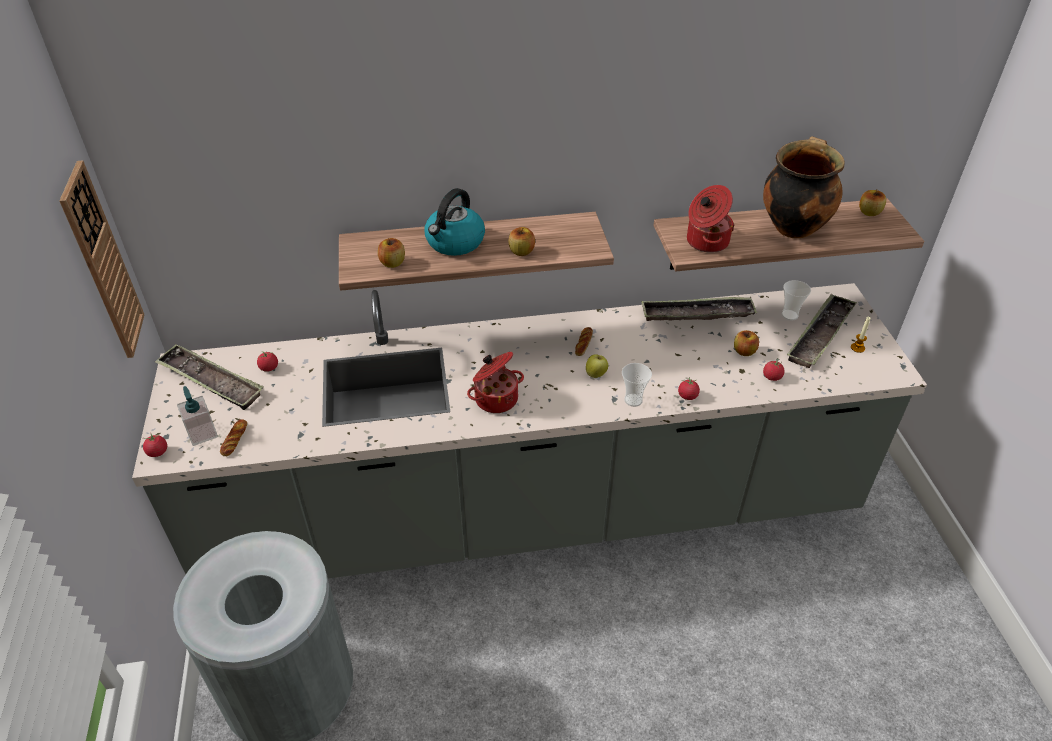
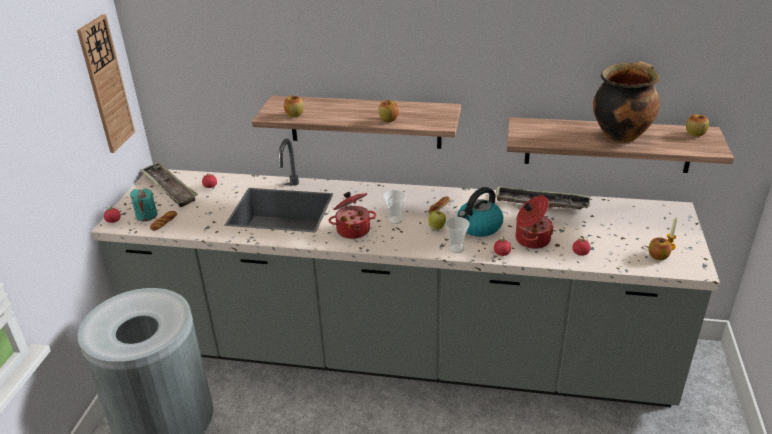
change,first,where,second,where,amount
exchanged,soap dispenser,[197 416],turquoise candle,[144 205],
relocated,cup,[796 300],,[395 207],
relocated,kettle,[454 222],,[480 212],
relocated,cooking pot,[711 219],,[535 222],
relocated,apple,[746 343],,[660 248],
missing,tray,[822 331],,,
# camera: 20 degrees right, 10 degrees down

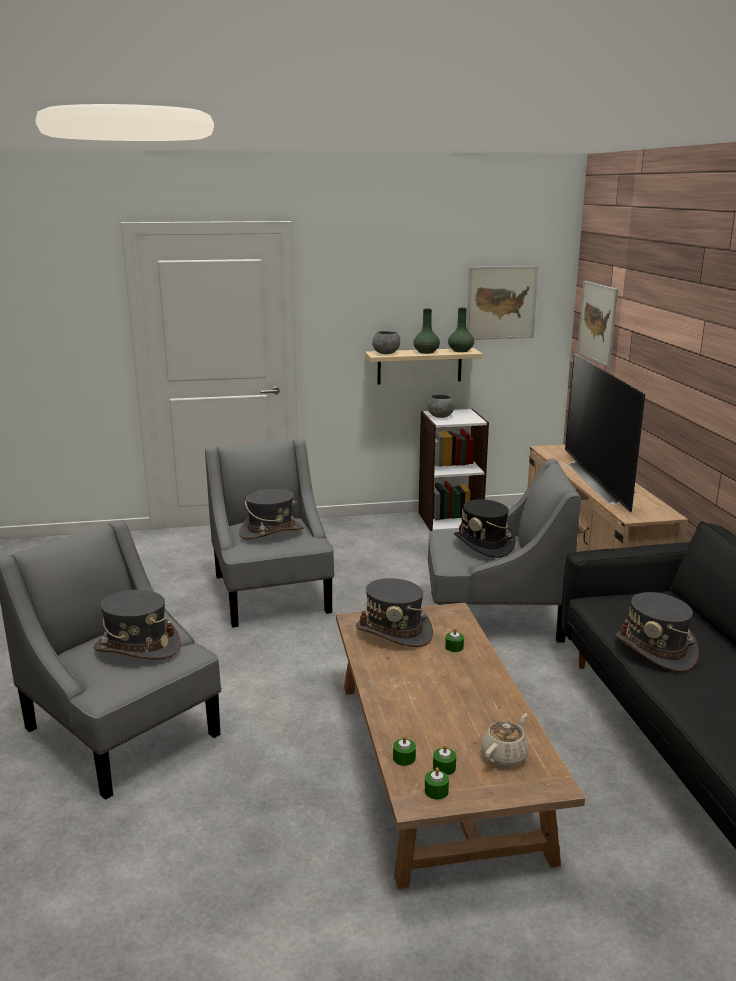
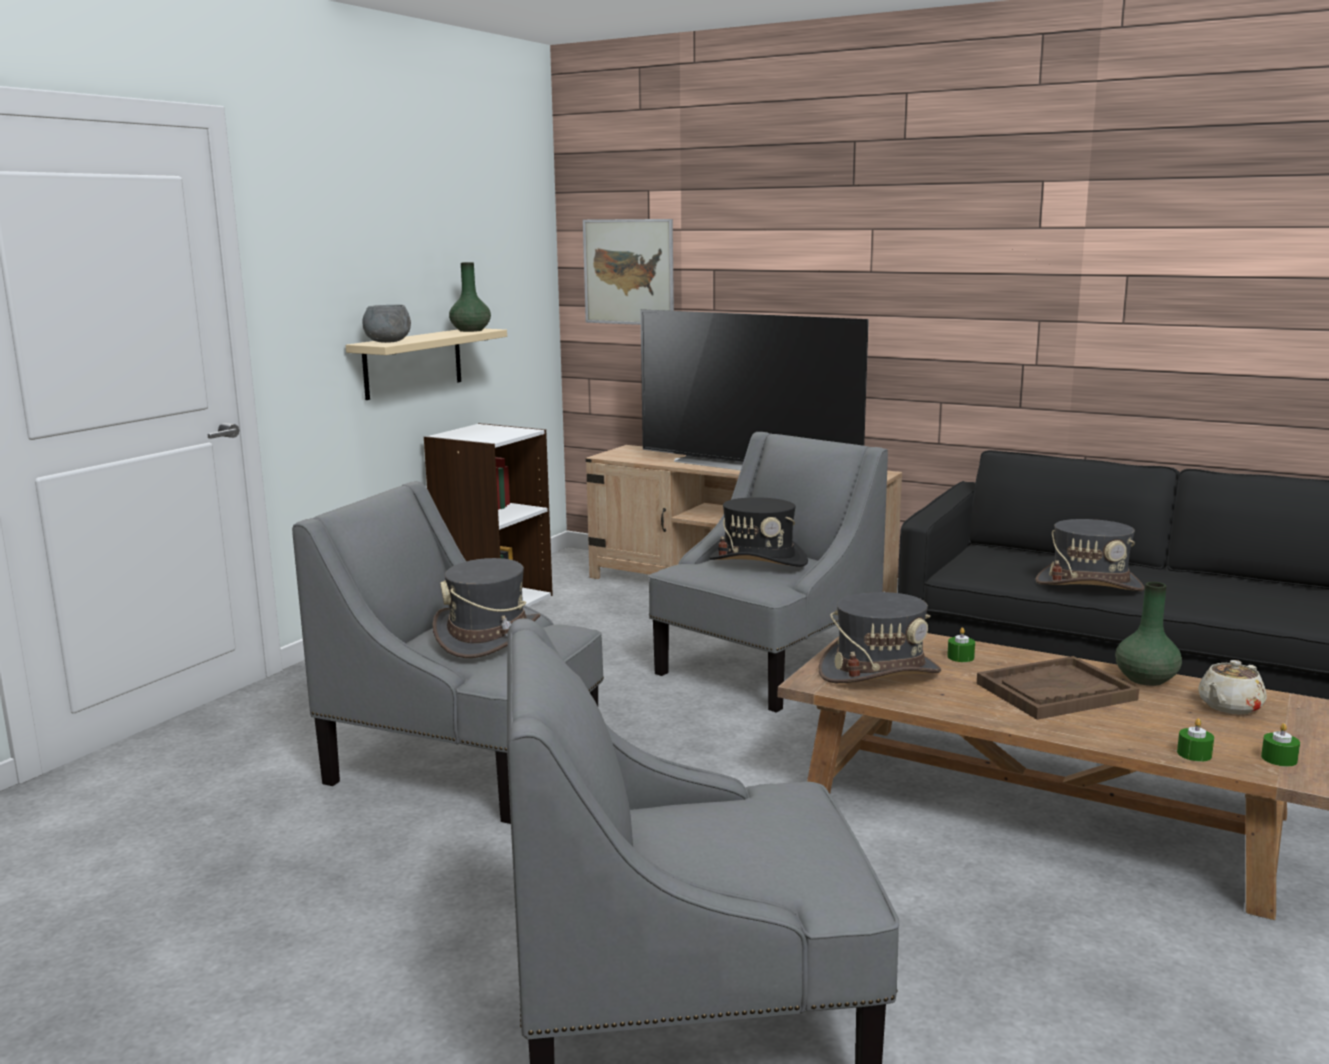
change,first,where,second,where,amount
appeared,,,brown tray,[1058 688],
relocated,green vase,[426 331],,[1148 634],
spun,beige teapot,[505 740],,[1232 687],120 degrees counterclockwise
missing,grey hat,[137 625],,,
missing,grey bowl,[441 406],,,
missing,green candle,[444 760],,,
missing,picture,[502 303],,,
# camera: 50 degrees left, 5 degrees down

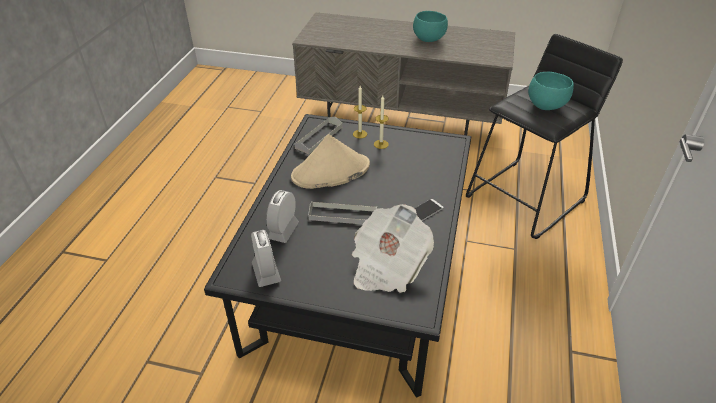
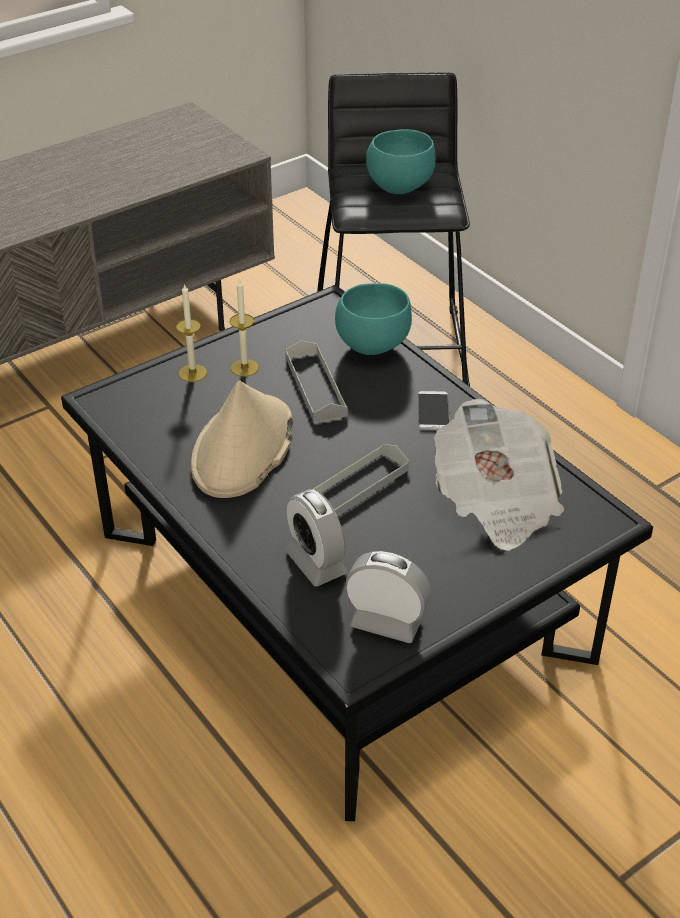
change,first,where,second,where,amount
relocated,grey tray,[318 135],,[316 381],
relocated,turquoise bowl,[430 26],,[373 319],
# camera: 50 degrees left, 0 degrees up

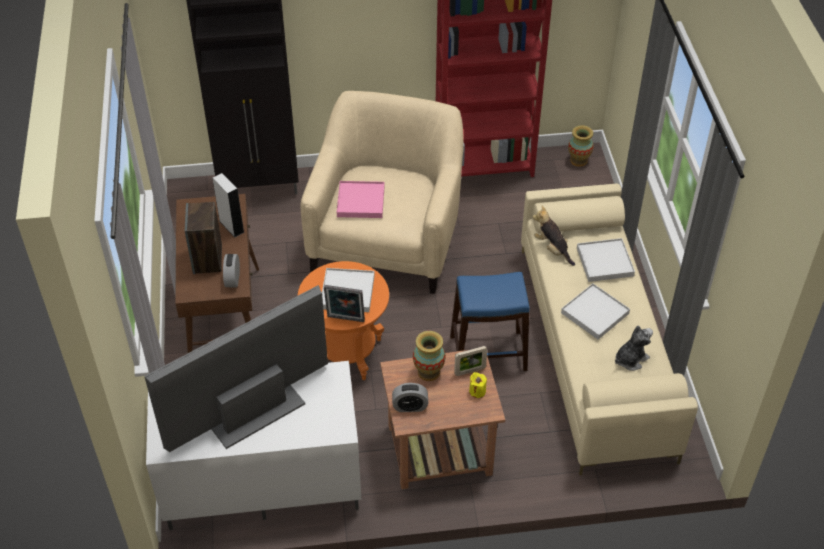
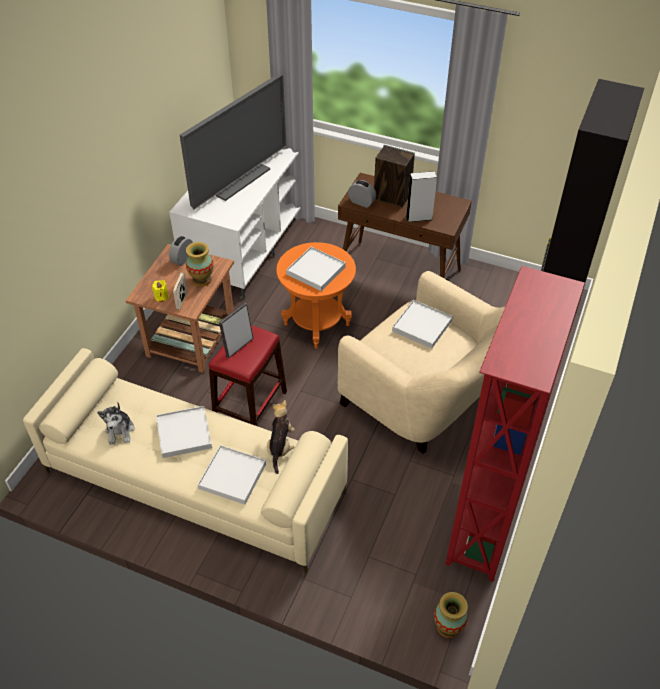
change,first,where,second,where,amount
spun,television,[236 368],,[233 142],45 degrees clockwise
colour,blue stool,[490 321],red stool,[248 375],
relocated,picture frame,[344 303],,[236 330],
spun,plush toy,[554 236],,[281 437],75 degrees counterclockwise
colour,pink tray,[361 199],white tray,[422 324],
# camera: 120 degrees right, 0 degrees up

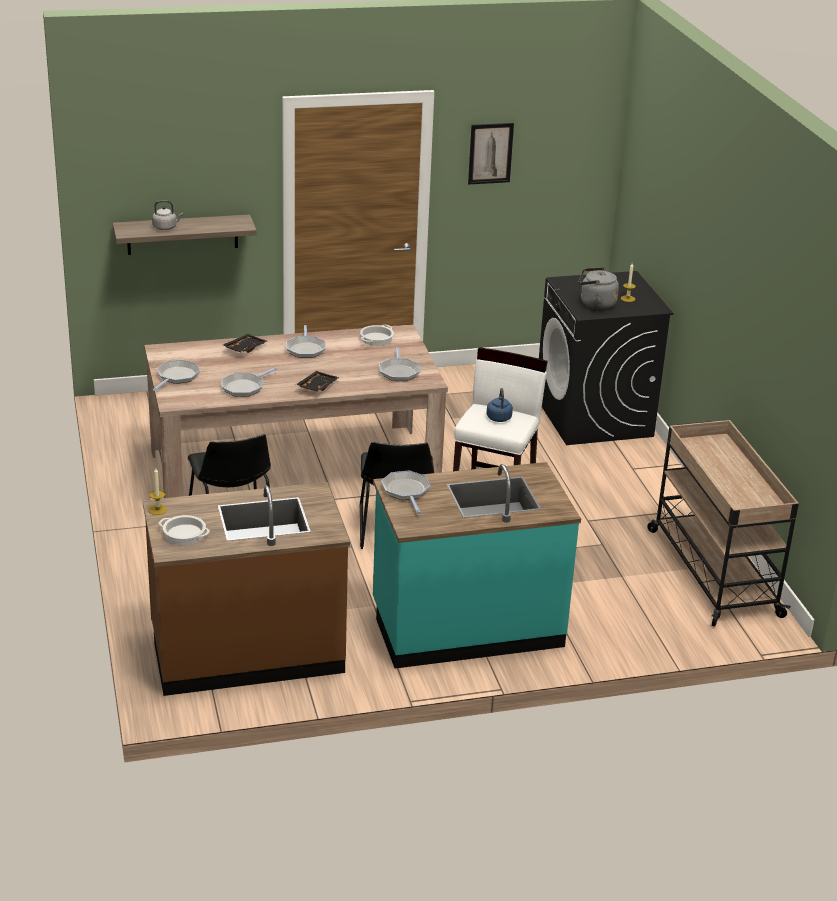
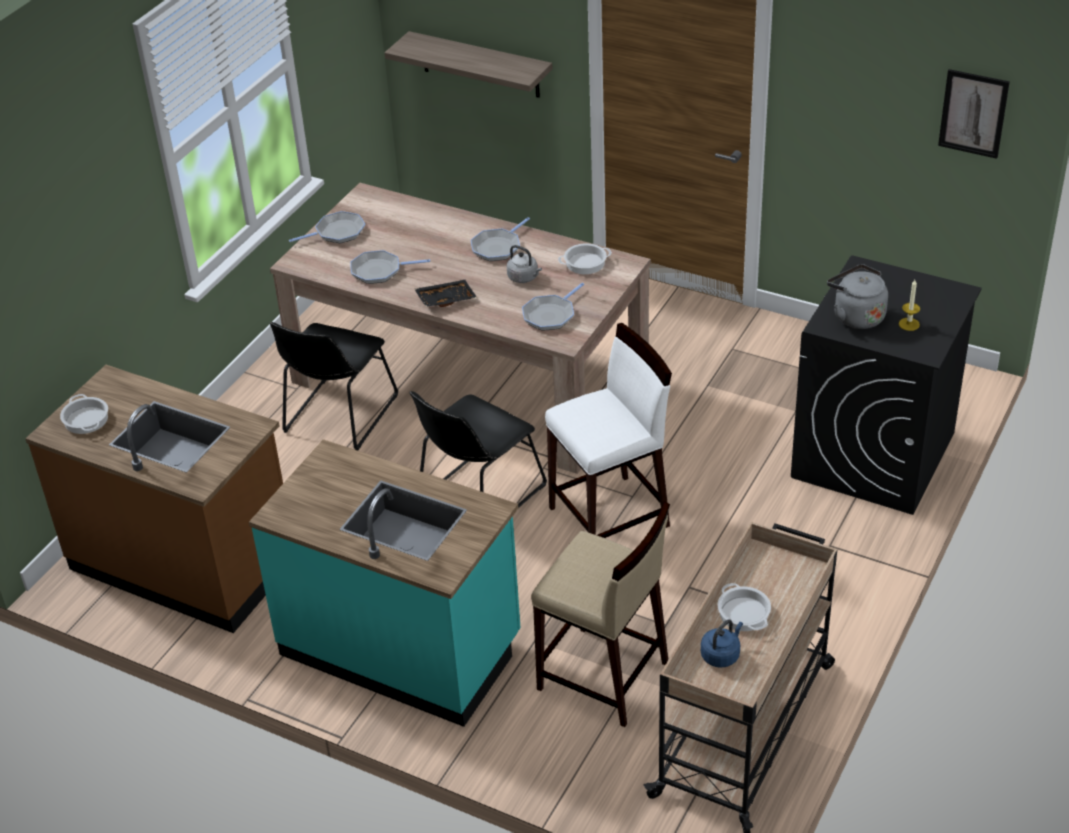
change,first,where,second,where,amount
relocated,grey kettle,[167 215],,[524 264],
appeared,,,beige stool,[600 614],
relocated,blue kettle,[500 405],,[722 643],
appeared,,,cooking pot,[744 607],
relocated,picture,[491 153],,[974 114],
missing,candle,[158 491],,,
missing,black tray,[245 343],,,
missing,frying pan,[405 492],,,
# camera: 45 degrees right, 10 degrees up

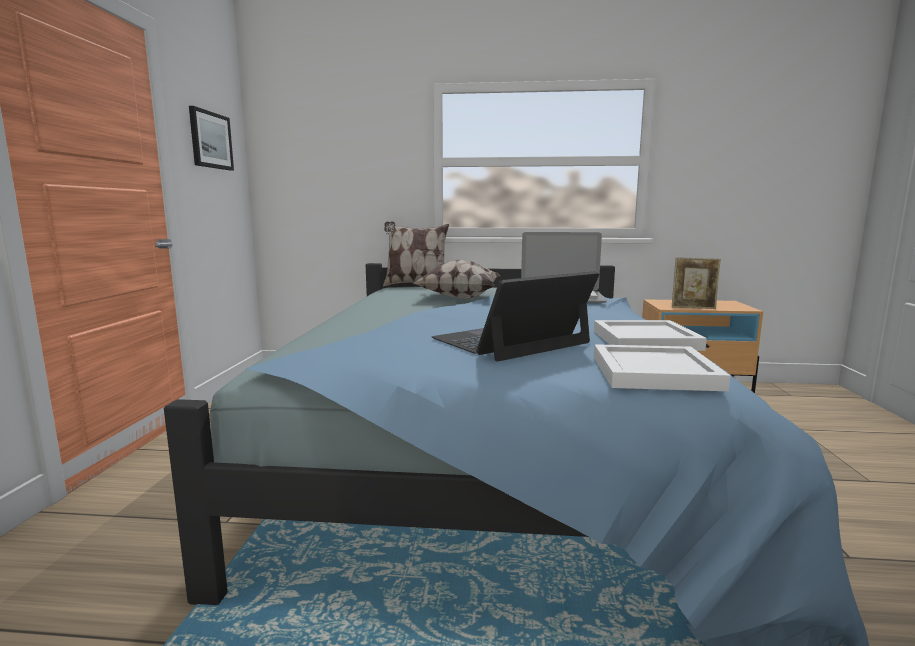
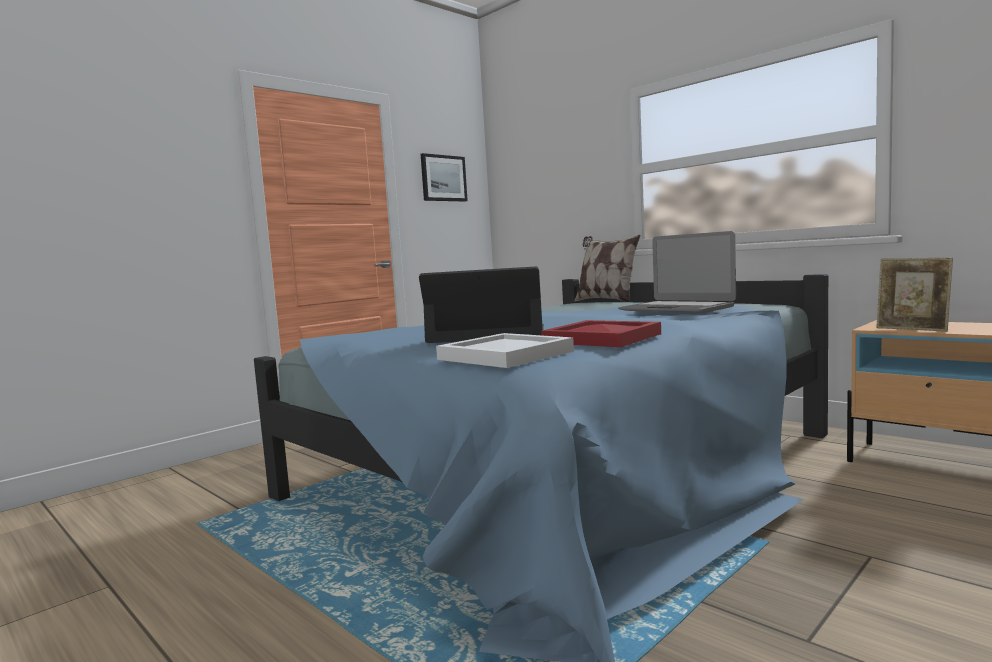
change,first,where,second,where,amount
colour,white tray,[650 335],red tray,[601 333],
missing,pillow,[457 279],,,
# camera: 40 degrees right, 5 degrees down

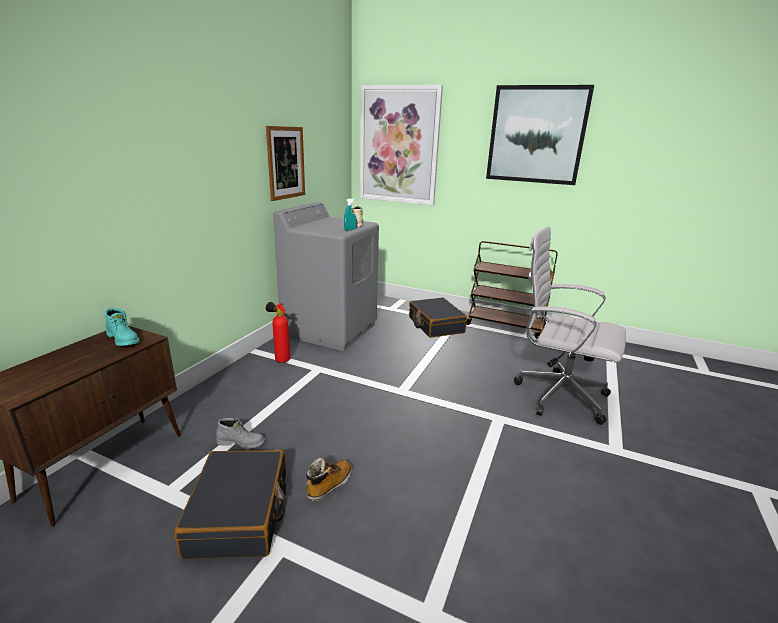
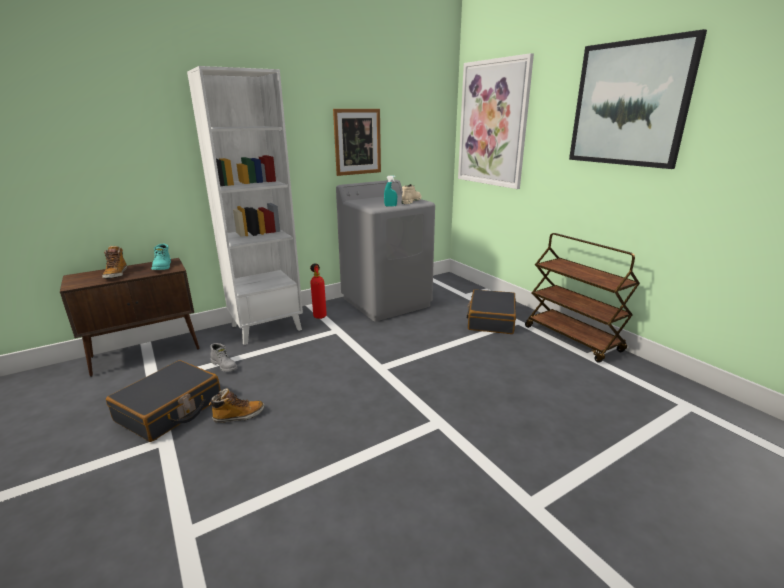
change,first,where,second,where,amount
appeared,,,boot,[114 262],
appeared,,,white bookcase,[245 205],
missing,white office chair,[570 325],,,
# camera: 35 degrees right, 0 degrees up

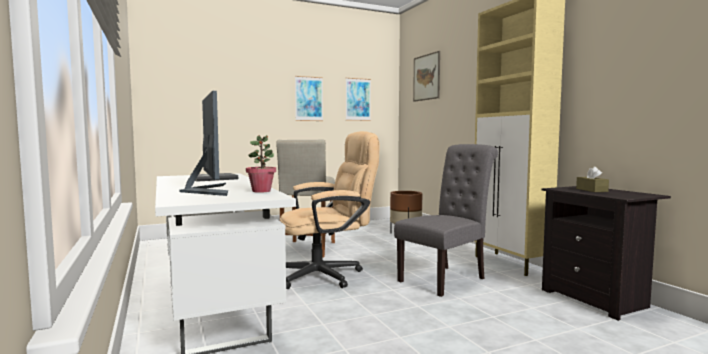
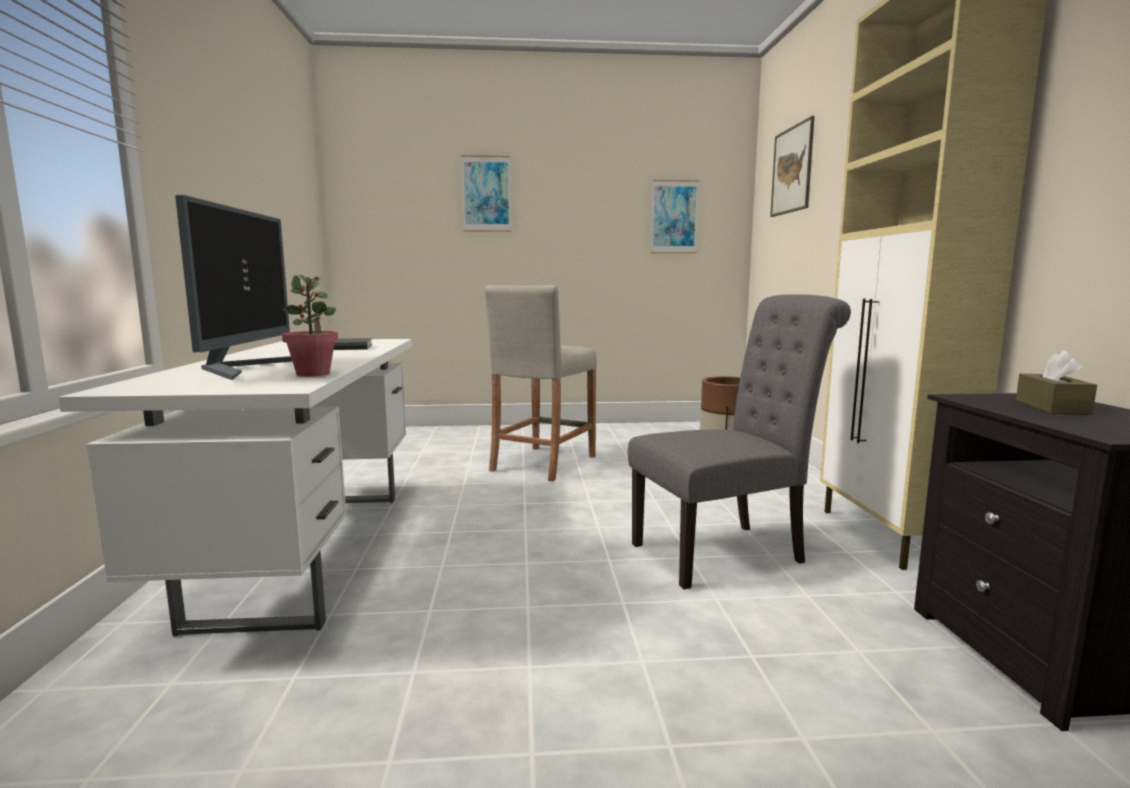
change,first,where,second,where,amount
relocated,picture,[309 98],,[486 193],
missing,beige office chair,[330 210],,,
# camera: 20 degrees right, 5 degrees up

